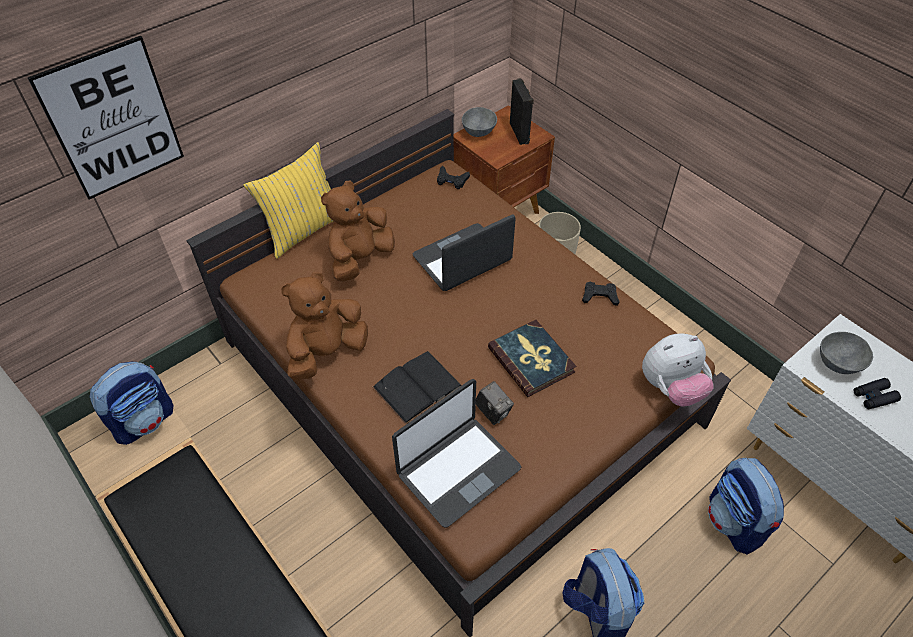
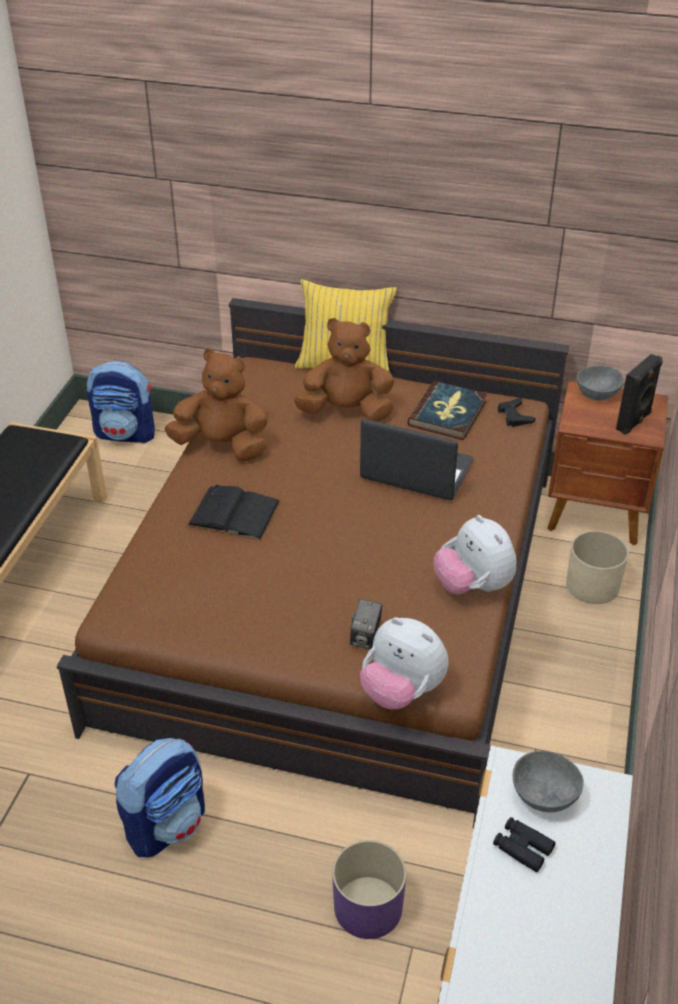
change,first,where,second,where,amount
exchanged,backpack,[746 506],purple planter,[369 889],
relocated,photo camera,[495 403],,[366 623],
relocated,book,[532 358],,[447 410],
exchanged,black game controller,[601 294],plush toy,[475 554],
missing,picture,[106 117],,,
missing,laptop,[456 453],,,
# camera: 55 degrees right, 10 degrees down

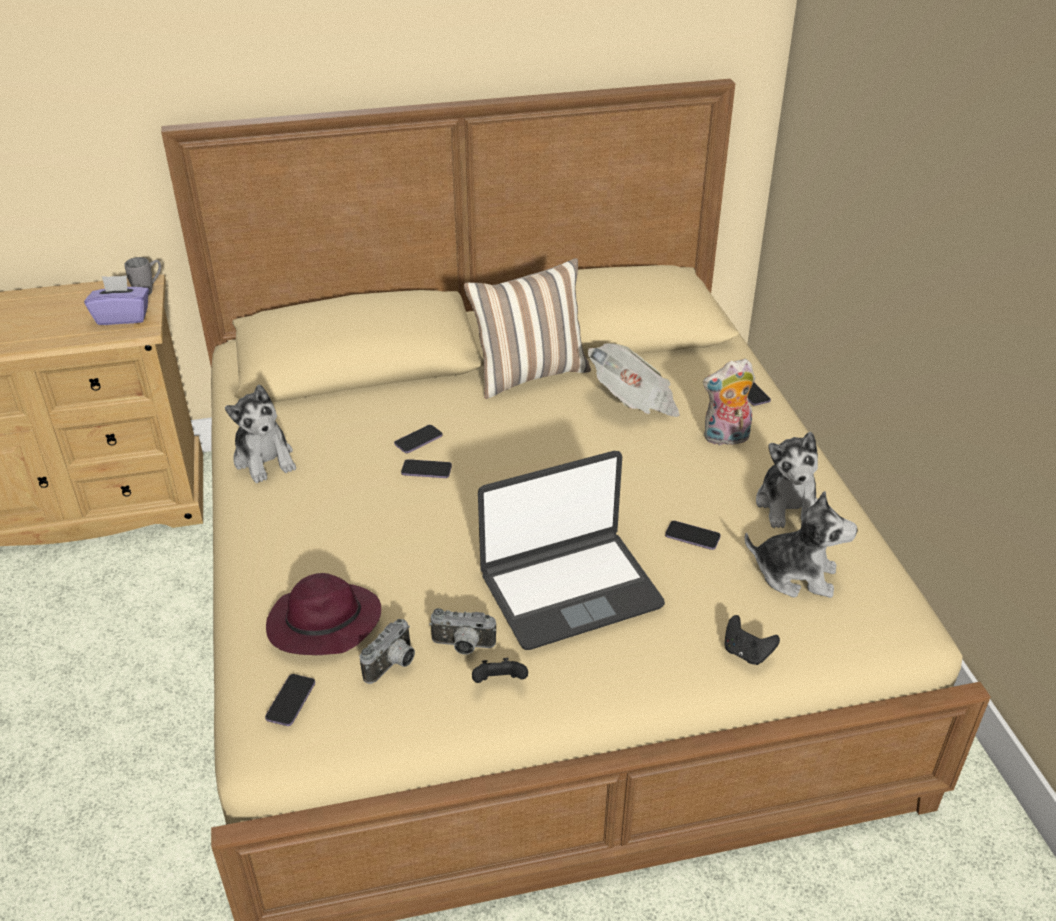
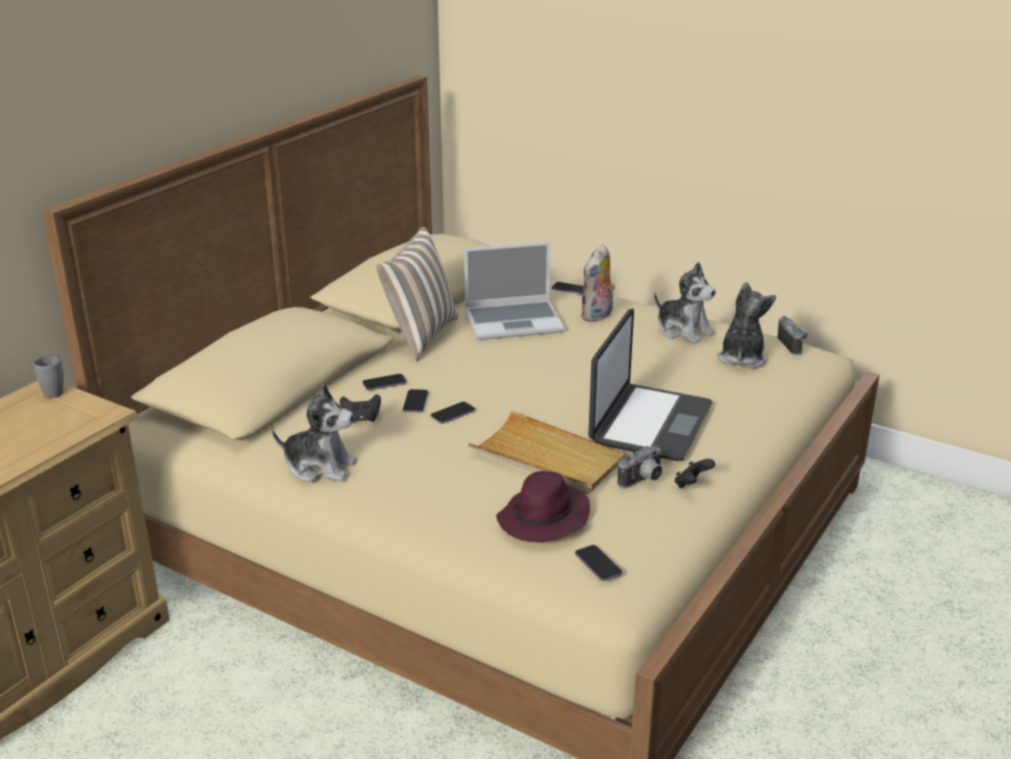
change,first,where,second,where,amount
relocated,black game controller,[752 640],,[360 408],
relocated,phone,[693 535],,[384 382],
exchanged,newspaper,[634 380],laptop,[514 291],
appeared,,,beige tray,[546 452],
spun,plush toy,[801 544],,[746 325],45 degrees counterclockwise
relocated,photo camera,[387 651],,[793 335],
missing,purple tissue box,[116 300],,,
# camera: 45 degrees left, 10 degrees down

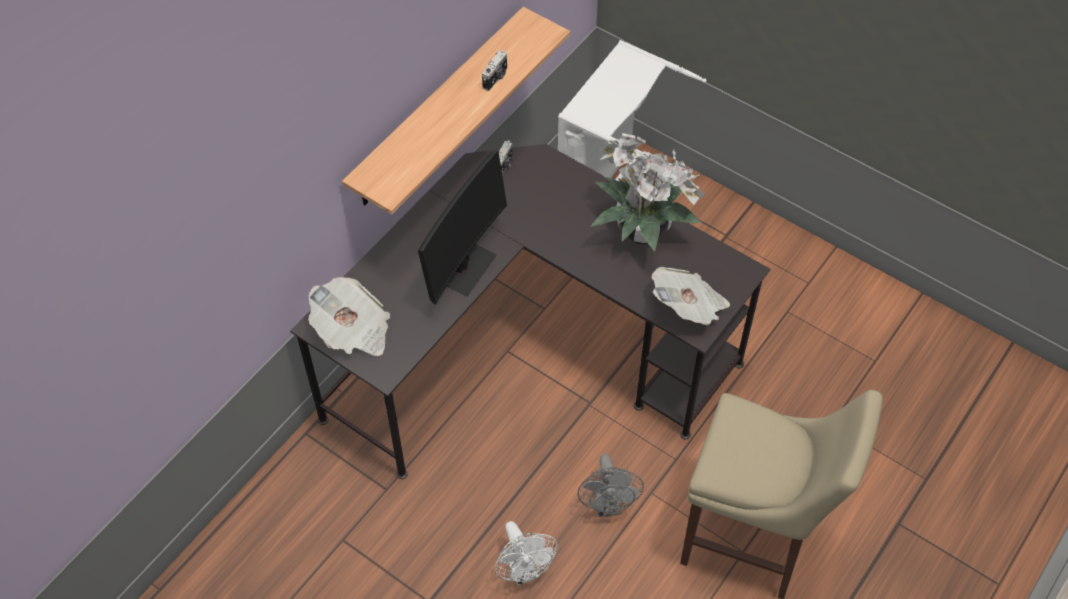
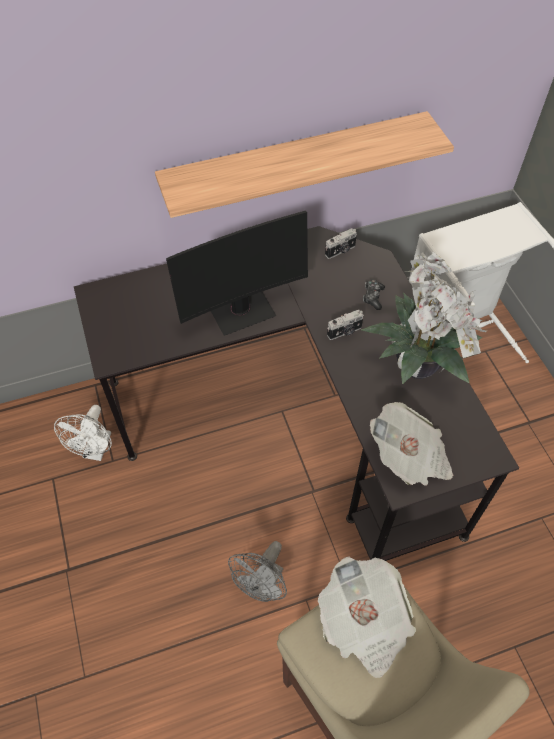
change,first,where,second,where,amount
relocated,white fan,[526 553],,[83 433],
relocated,newspaper,[349 316],,[367 617],
relocated,photo camera,[494 70],,[345 325],
appeared,,,game controller,[374 294],
# camera: 35 degrees right, 0 degrees up

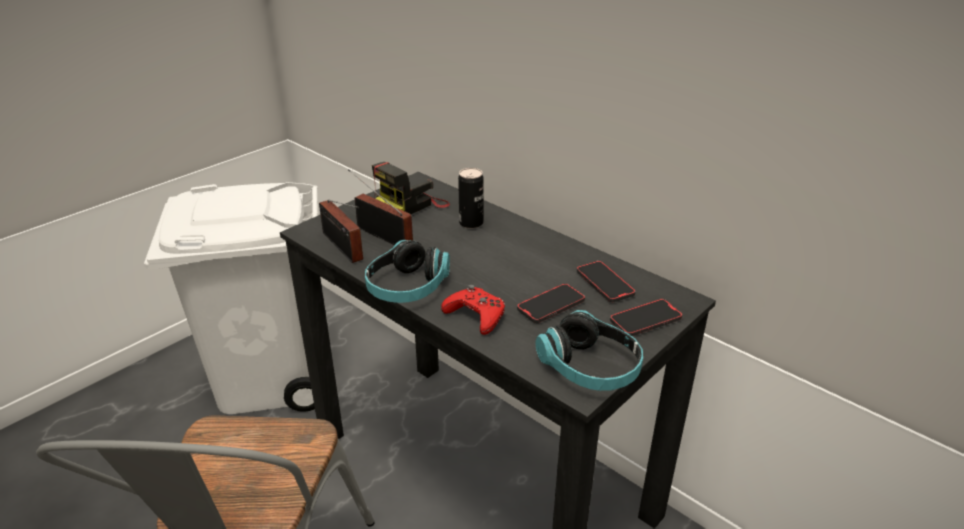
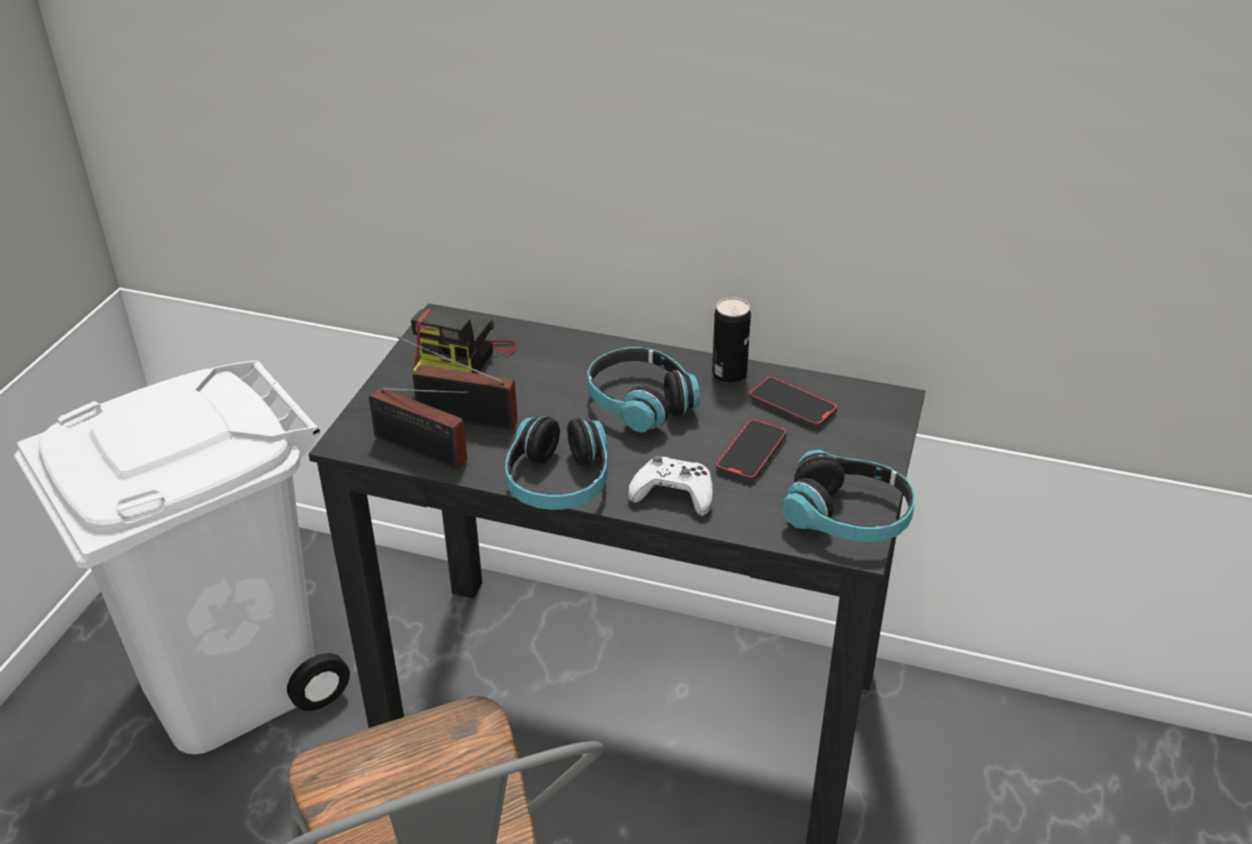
change,first,where,second,where,amount
appeared,,,headphones,[643 389],
colour,red game controller,[473 310],white game controller,[670 486],
relocated,can,[470 198],,[731 340],
missing,phone,[646 317],,,
# camera: 25 degrees left, 5 degrees up

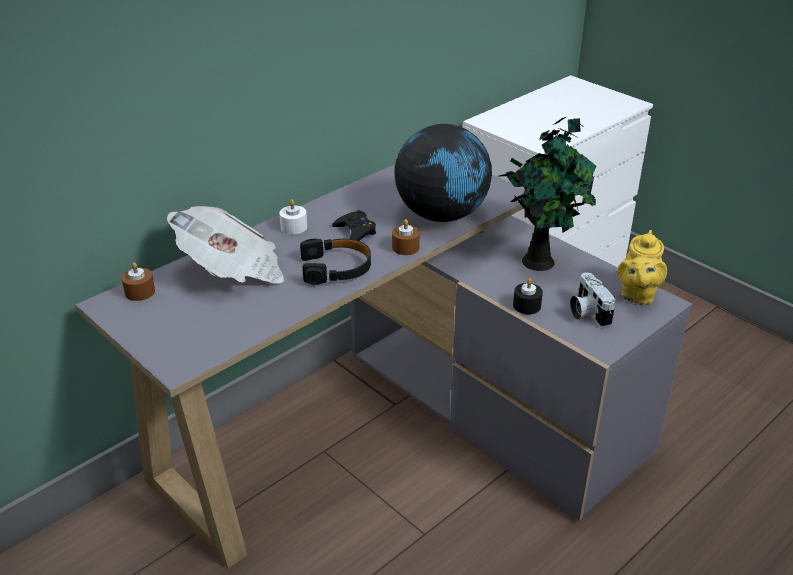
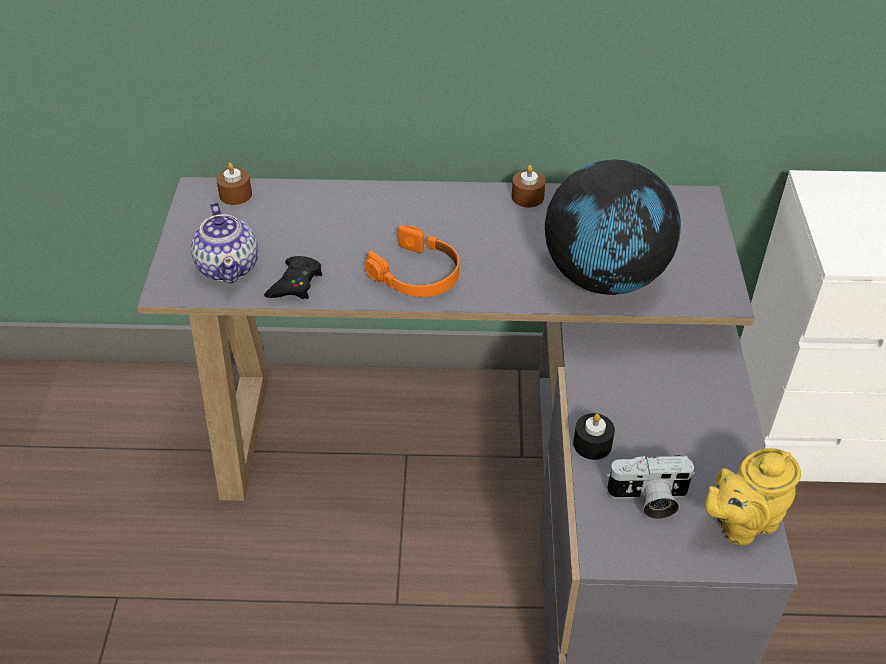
change,first,where,second,where,amount
appeared,,,teapot,[224 243],
relocated,black game controller,[354 225],,[293 277],
colour,black headphones,[335 262],orange headphones,[412 261],
relocated,brown candle,[406 237],,[529 186],
spun,photo camera,[593 299],,[651 487],120 degrees counterclockwise
missing,newspaper,[225 245],,,
missing,white candle,[293 216],,,
missing,potted plant,[548 194],,,
# camera: 45 degrees right, 10 degrees up

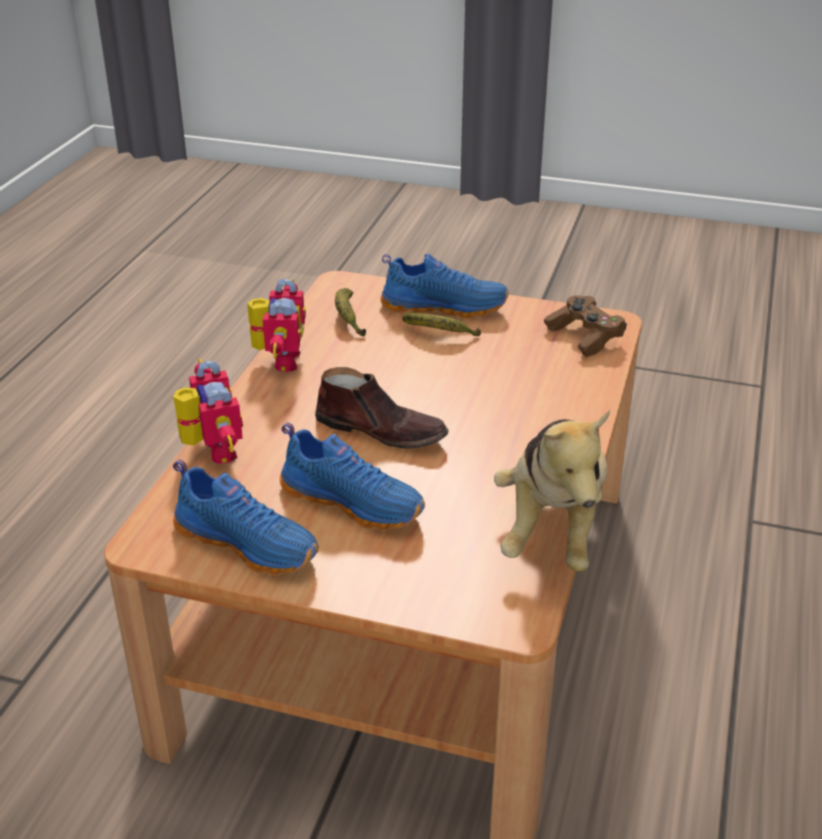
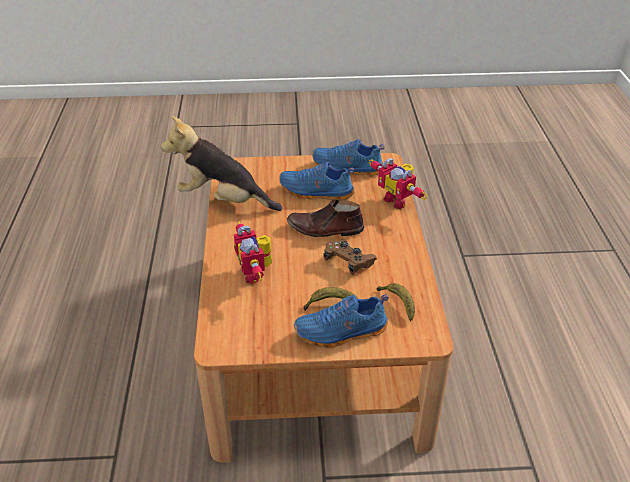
change,first,where,second,where,amount
spun,plush toy,[552 491],,[222 163],60 degrees counterclockwise
relocated,toy robot,[276 325],,[253 252],
relocated,brown game controller,[585 326],,[350 257],
# camera: 160 degrees right, 5 degrees up

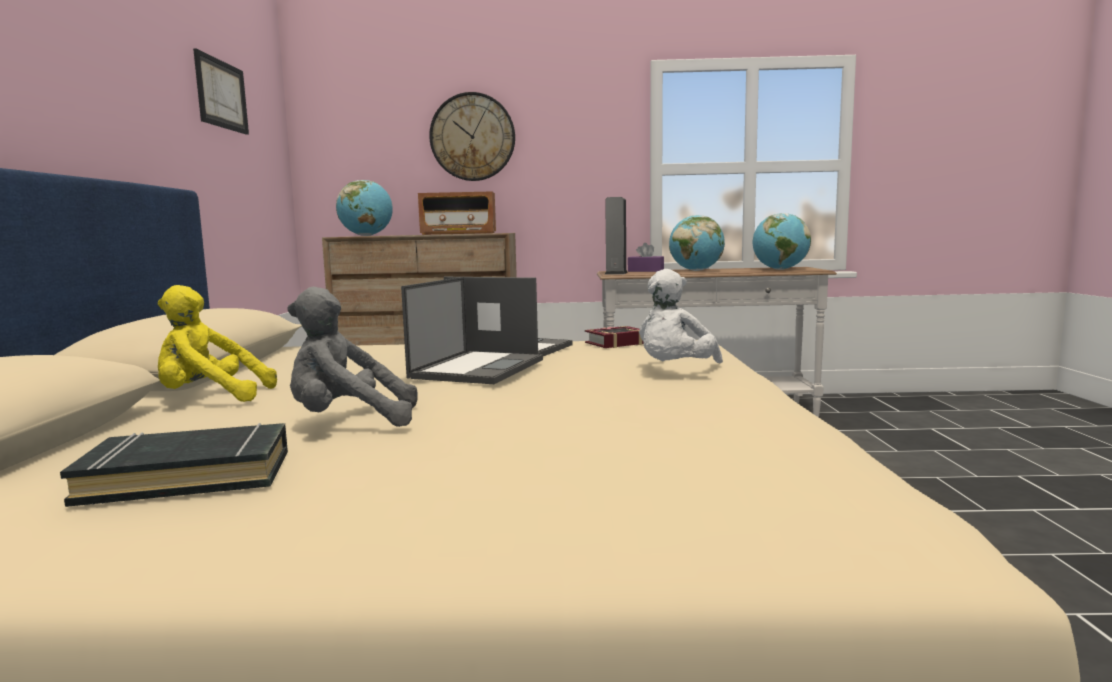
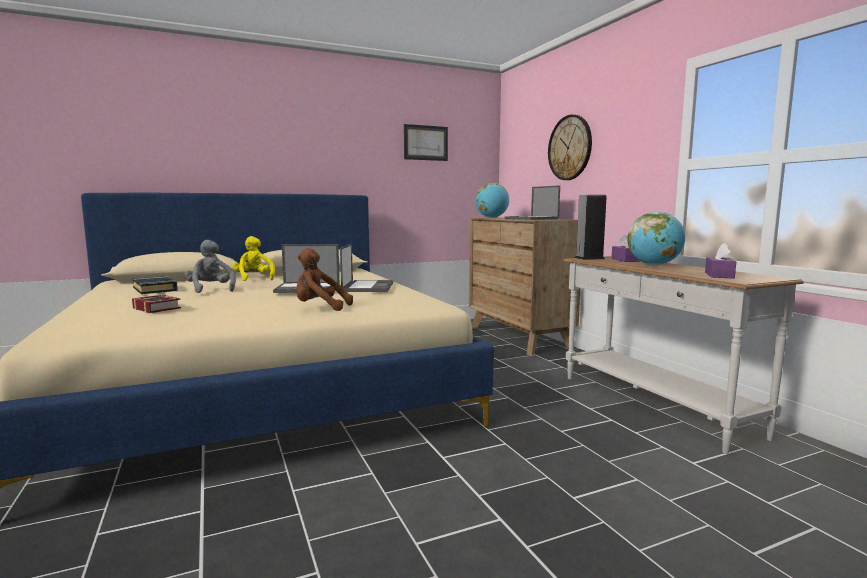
change,first,where,second,where,amount
relocated,book,[614 337],,[156 303],
colour,white plush toy,[681 316],brown plush toy,[324 279],
exchanged,radio,[457 213],laptop,[532 202],
exchanged,globe,[782 241],purple tissue box,[720 261],
# camera: 65 degrees right, 0 degrees up

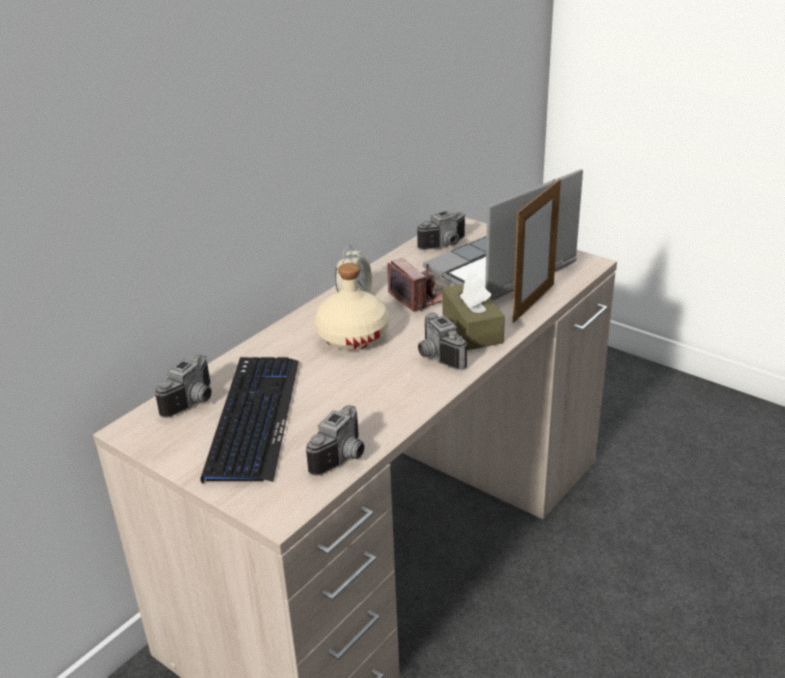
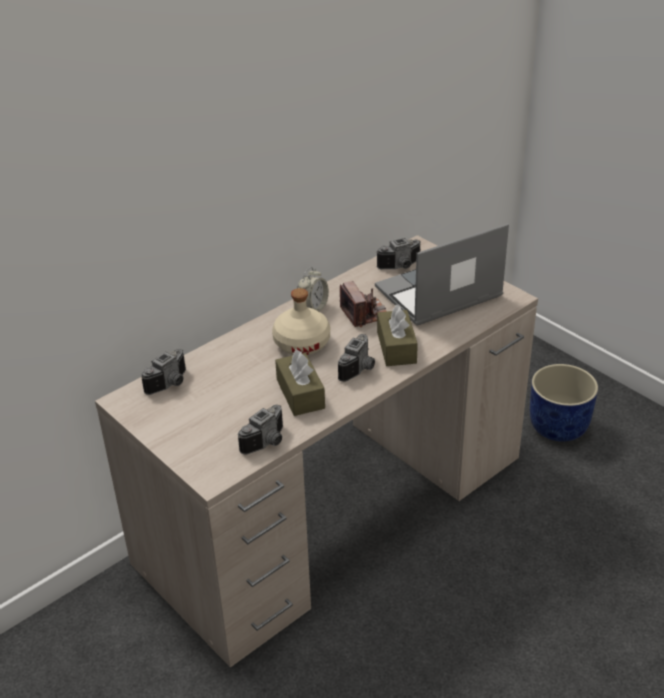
change,first,where,second,where,amount
appeared,,,brown tissue box,[300 382],
spun,photo camera,[442 341],,[356 358],135 degrees counterclockwise
appeared,,,blue planter,[564 403],
missing,keyboard,[249 420],,,
missing,picture frame,[537 251],,,
# camera: 10 degrees right, 5 degrees up

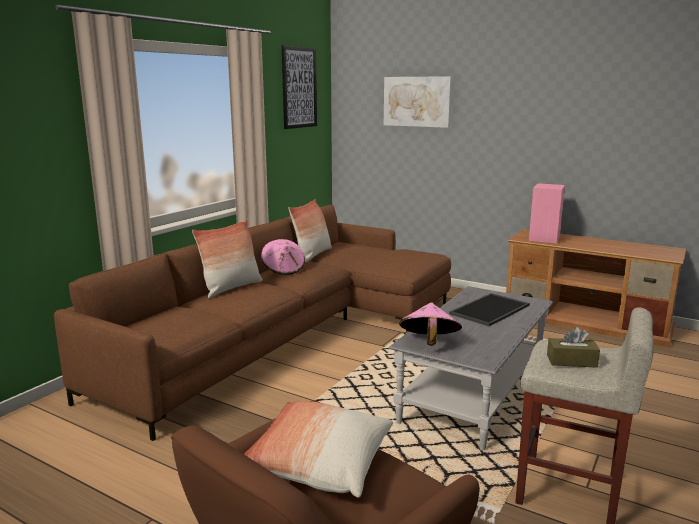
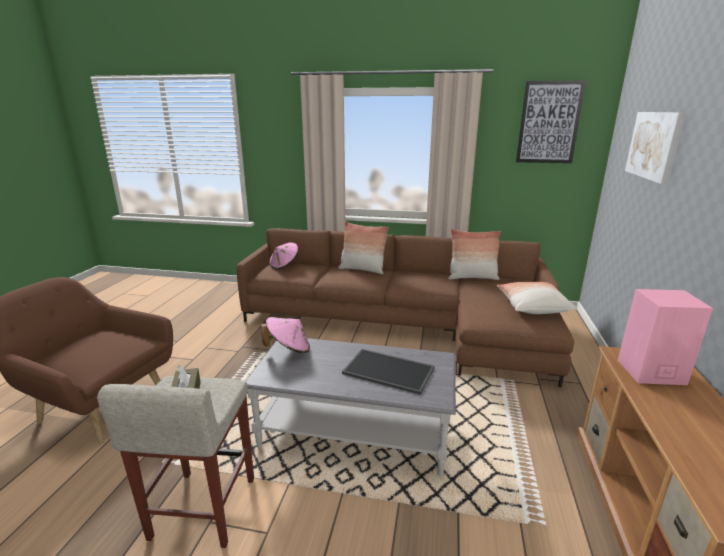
change,first,where,second,where,amount
relocated,pink hat,[283 257],,[283 256],
relocated,pillow,[318 449],,[537 298],
# camera: 70 degrees right, 5 degrees up

